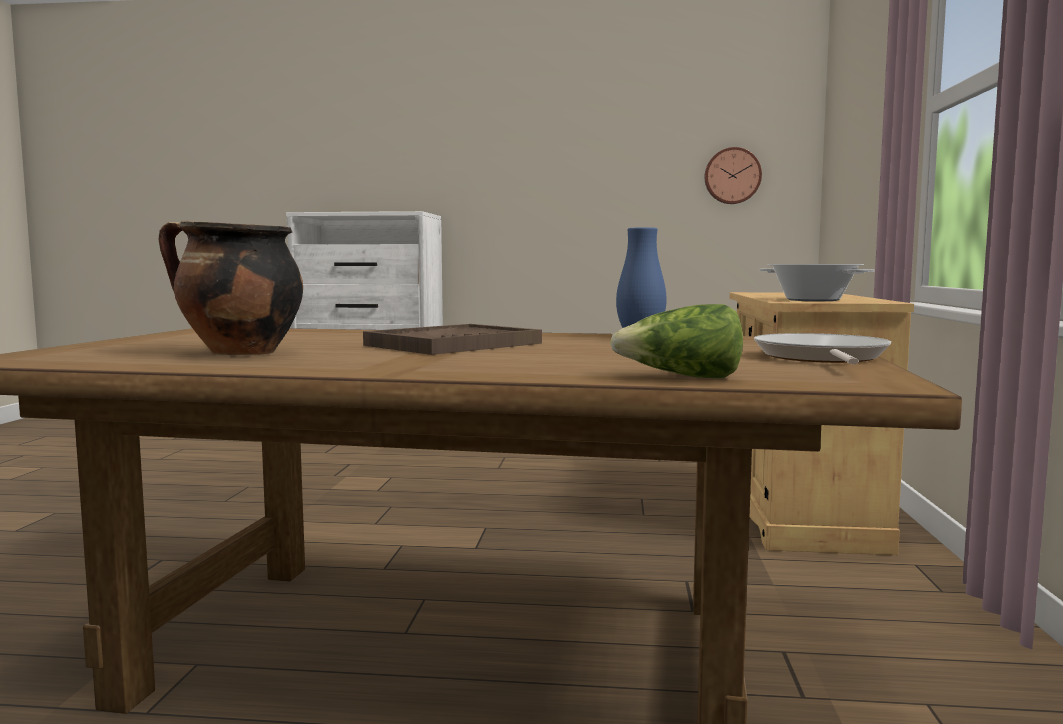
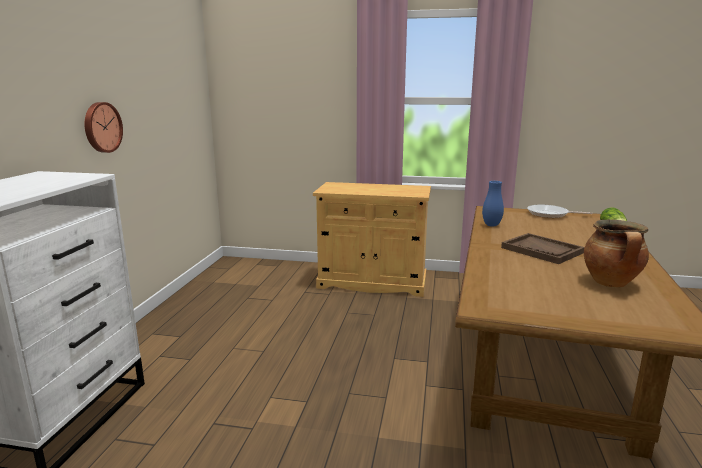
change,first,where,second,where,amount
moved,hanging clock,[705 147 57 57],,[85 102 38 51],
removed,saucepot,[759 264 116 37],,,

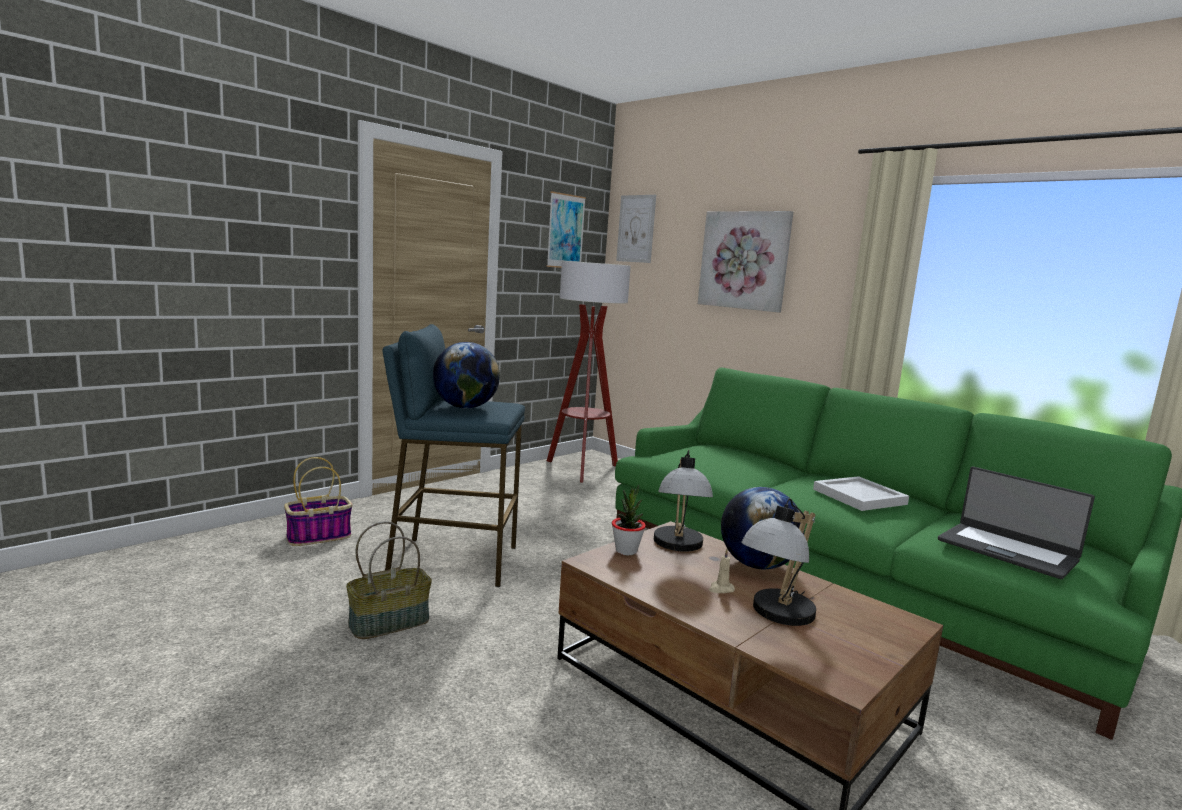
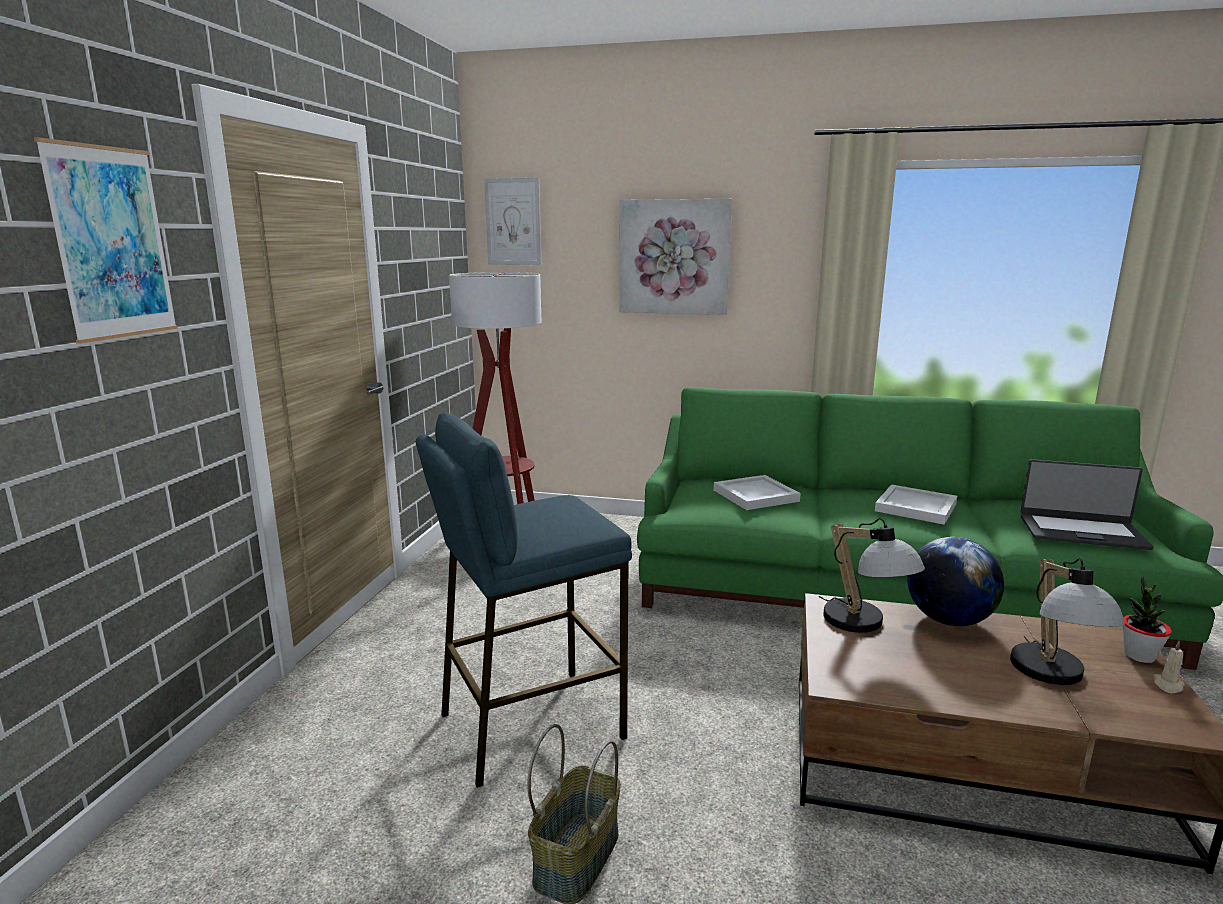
change,first,where,second,where,amount
moved,wall picture,[547 191 39 77],,[34 137 144 207],
added,,,white-coloured serving tray,[714 475 87 35],
moved,houseplant,[612 485 34 70],,[1123 576 49 87],
moved,beige wax candle,[709 549 26 44],,[1154 641 31 52],
removed,storage basket,[284 457 68 89],,,
removed,world globe,[433 342 67 67],,,

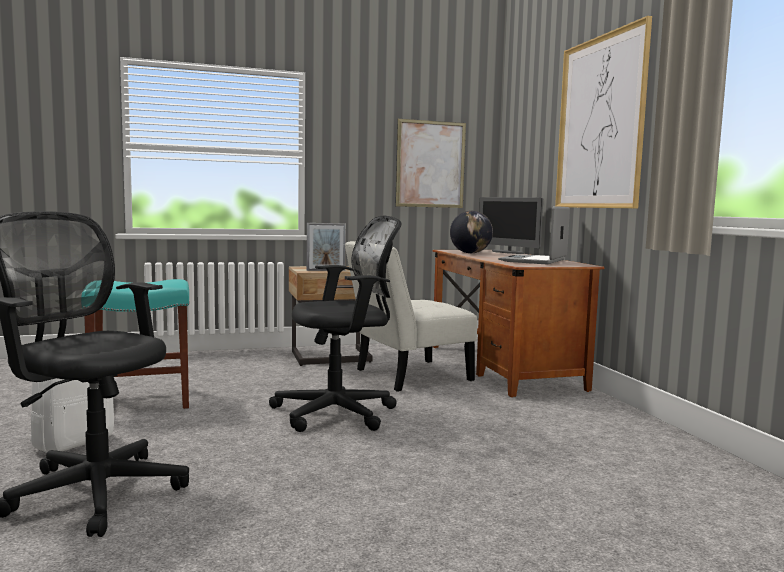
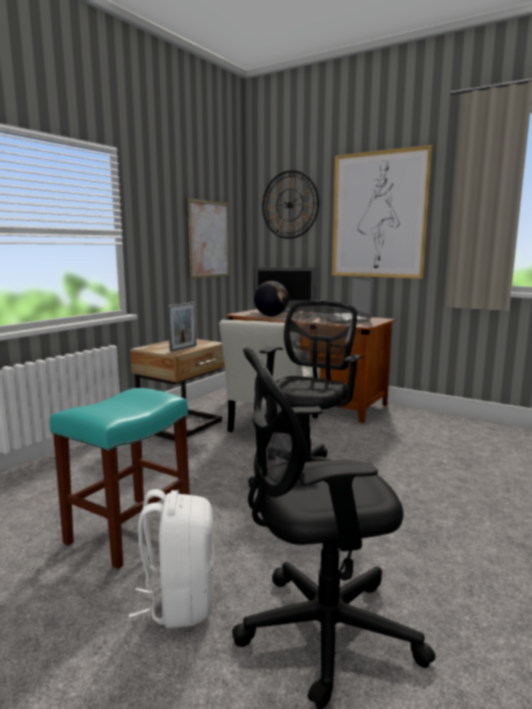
change,first,where,second,where,amount
added,,,hanging clock,[262 170 57 69],

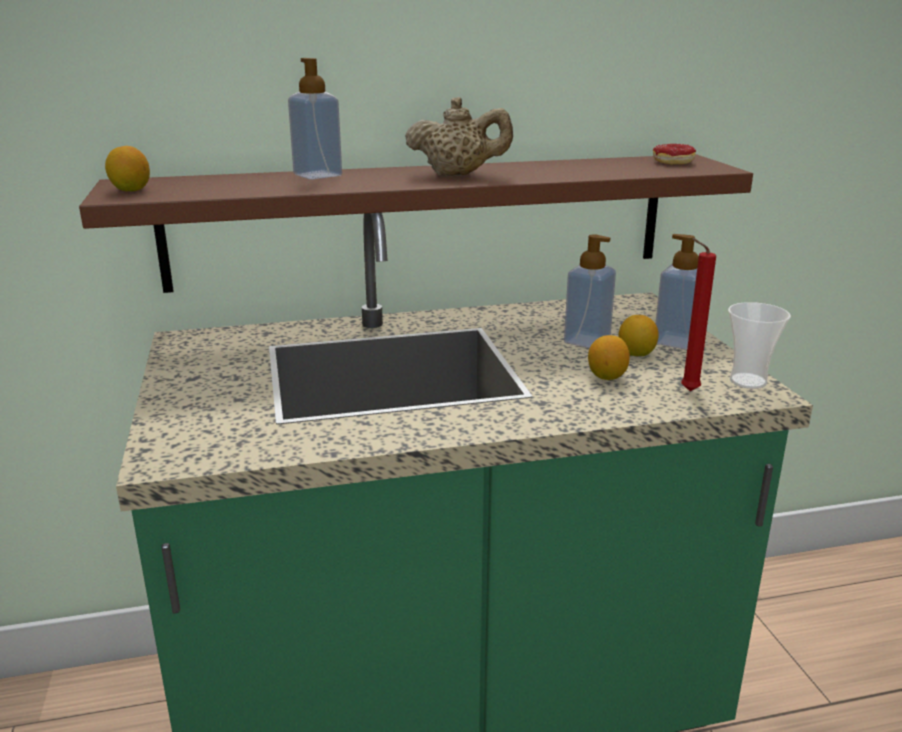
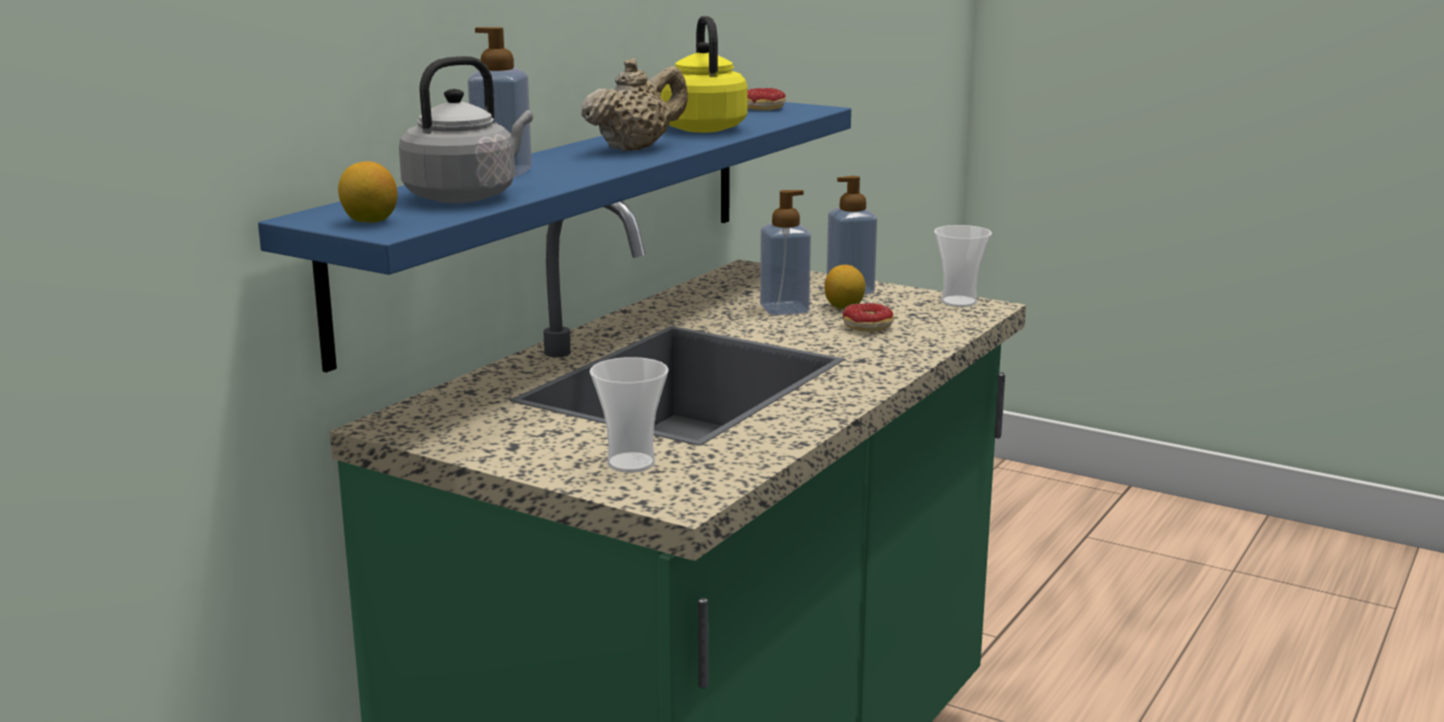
change,first,where,second,where,amount
recoloured,brown bracket shelf,[79 154 674 139],blue bracket shelf,[258 102 593 271],
added,,,greyish tea kettle,[399 56 134 147],
added,,,drinking cup,[590 357 79 116],
added,,,yellow-coloured tea kettle,[661 16 87 117],
replaced,citrus fruit,[588 335 42 45],donut,[843 303 51 29],
removed,red-coloured wax candle,[681 238 35 153],,,

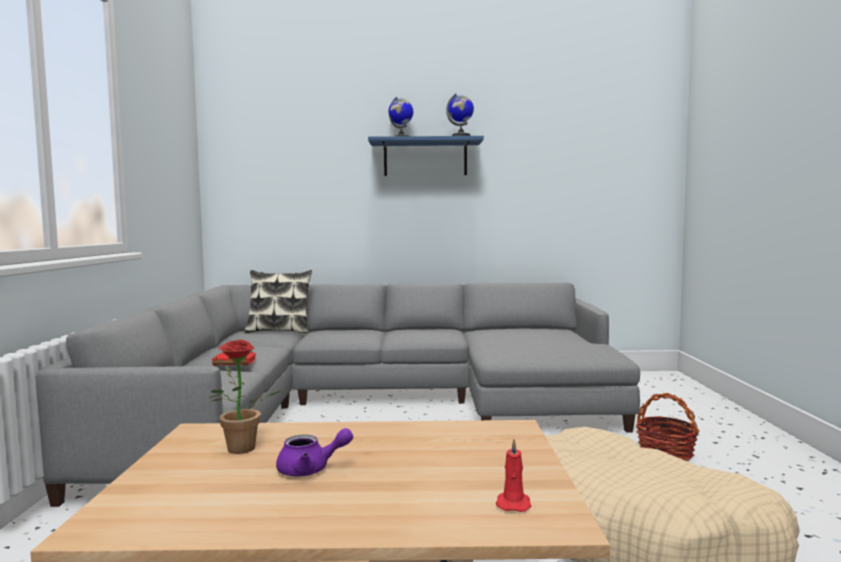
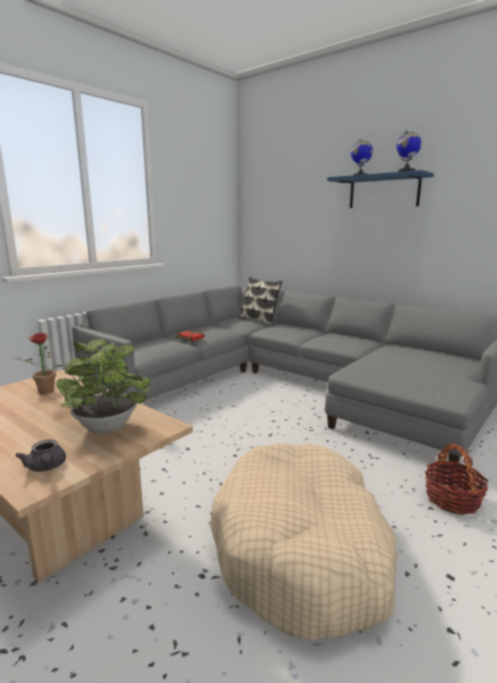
change,first,where,second,where,amount
replaced,red-coloured wax candle,[496 439 35 73],greyish pot for tea,[16 440 50 32],
added,,,houseplant,[56 339 95 95],
removed,purplish pot for tea,[276 428 77 48],,,

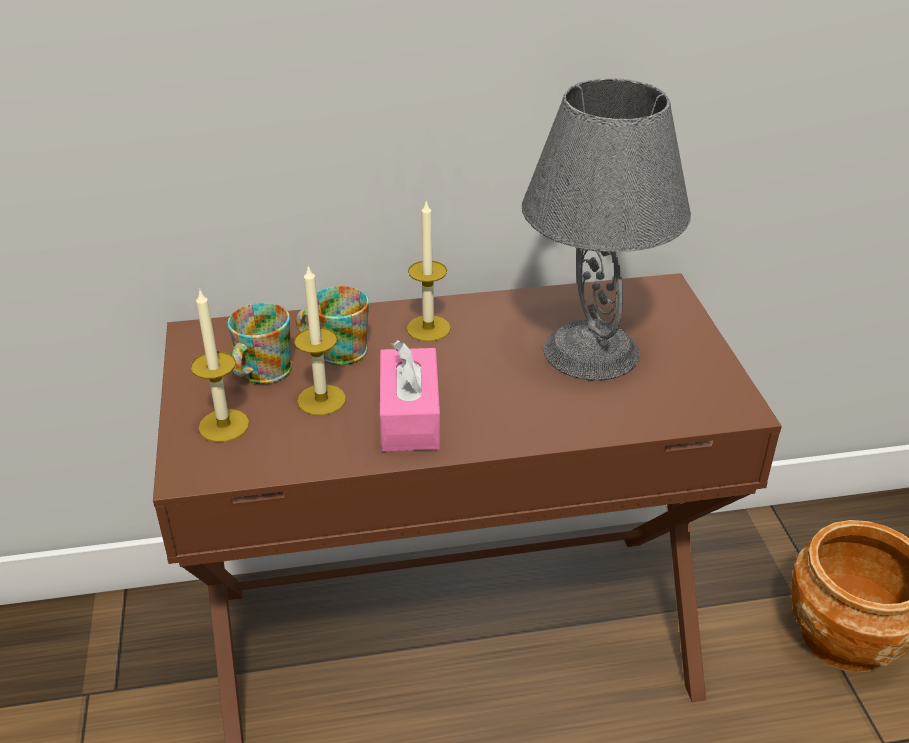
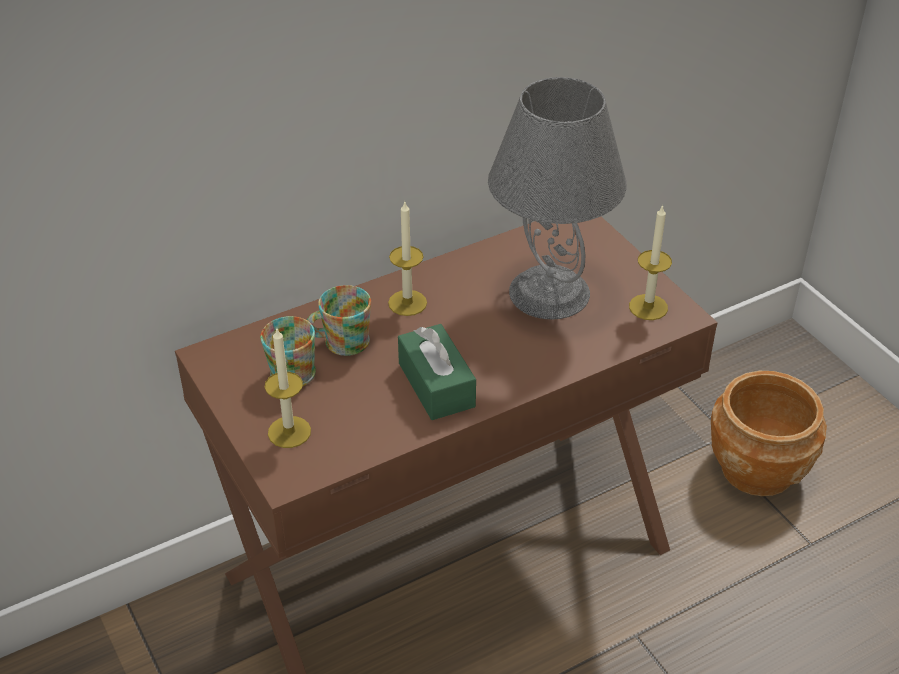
change,first,where,second,where,amount
recoloured,pink-coloured box of tissues,[380 340 60 111],green box of tissues,[398 324 78 96],
moved,wax candle,[294 265 52 151],,[629 204 43 116],

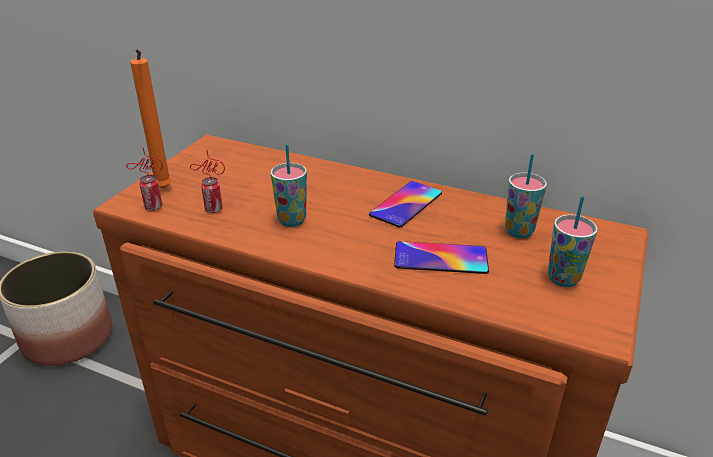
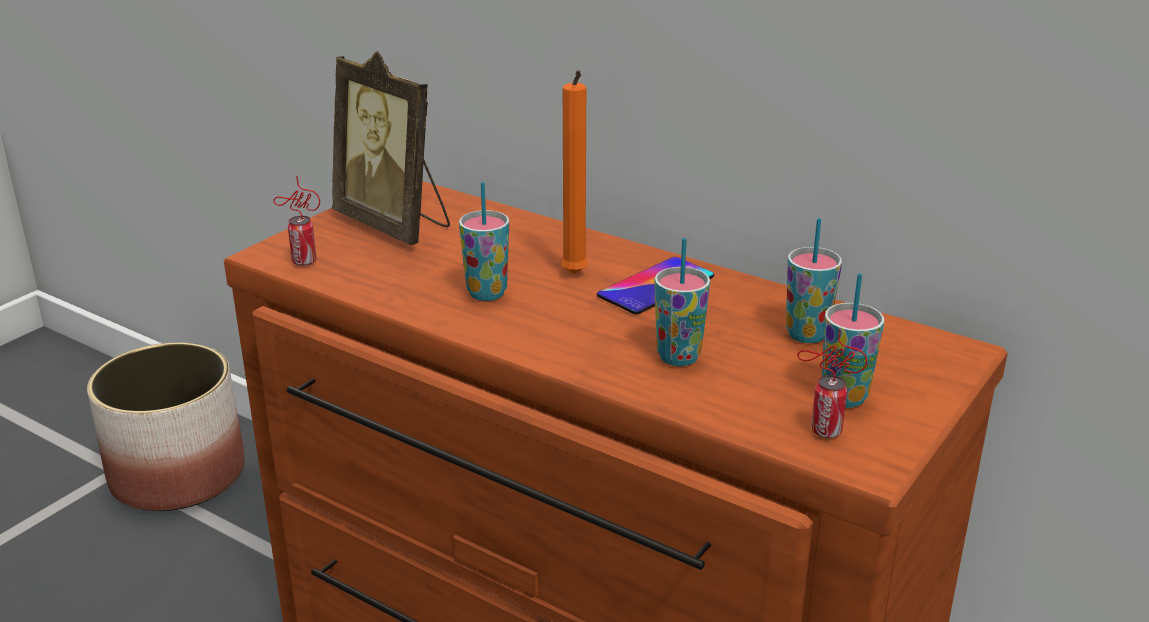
change,first,where,second,where,amount
added,,,picture frame,[332 51 118 194],
moved,orange wax candle,[130 49 42 140],,[561 70 27 204],
replaced,phone,[394 241 95 33],drinking cup,[655 238 55 128],
moved,can,[190 150 35 63],,[797 329 71 109],

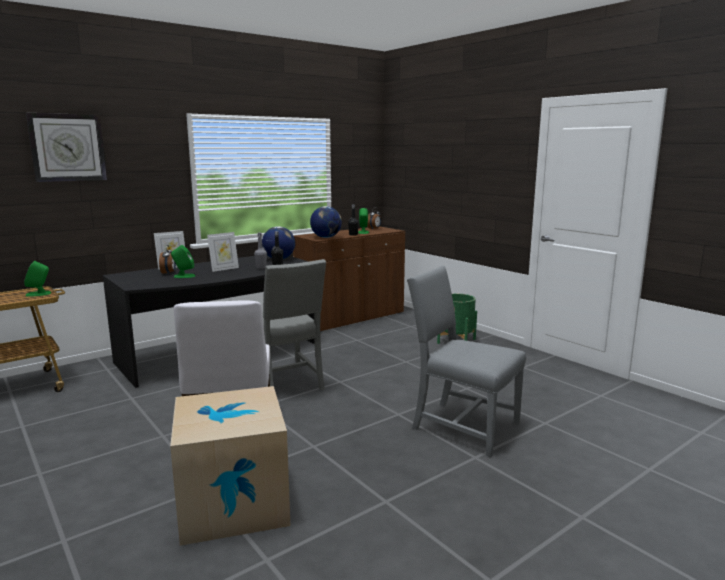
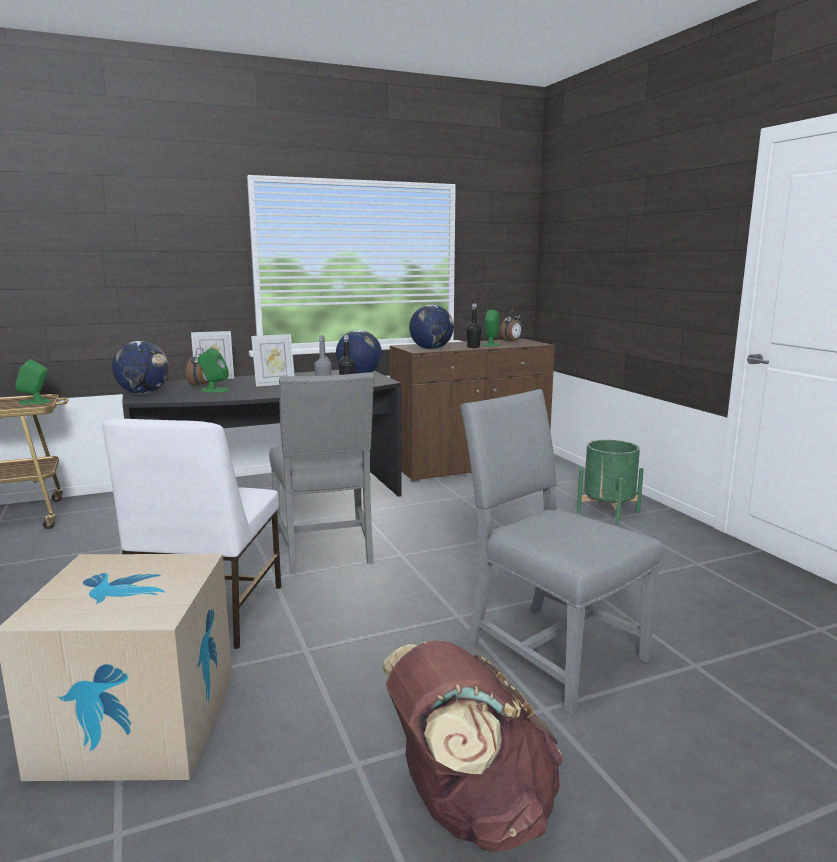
change,first,where,second,where,amount
added,,,world globe,[112 341 57 53],
added,,,brown knapsack,[382 640 182 212],
removed,hanging clock,[26 113 81 69],,,

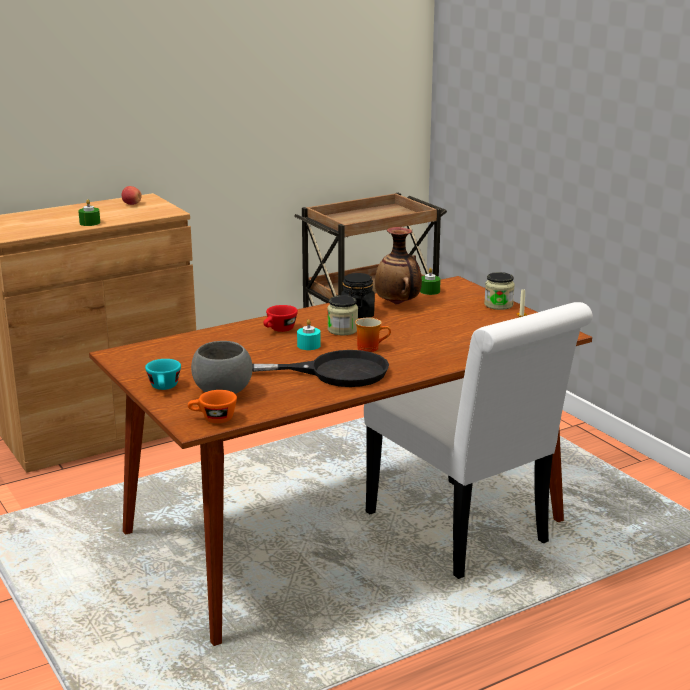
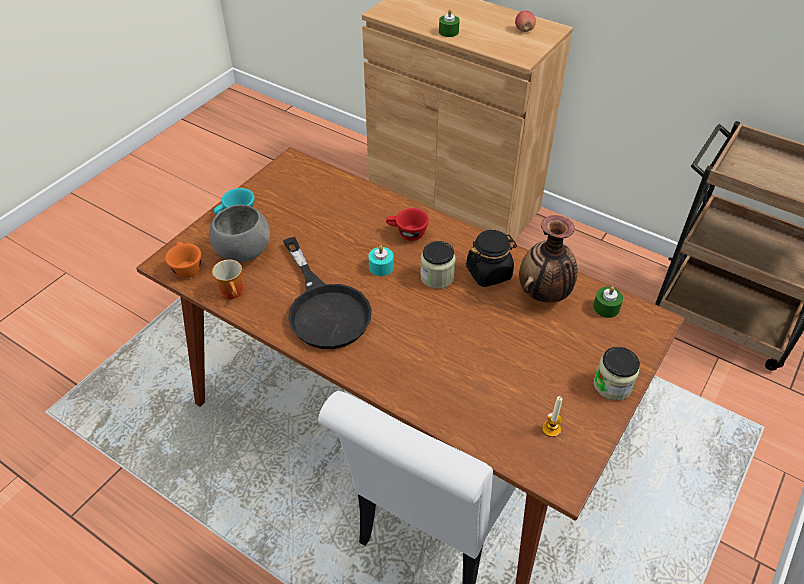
change,first,where,second,where,amount
moved,tea mug,[355 318 36 34],,[212 260 31 39],

